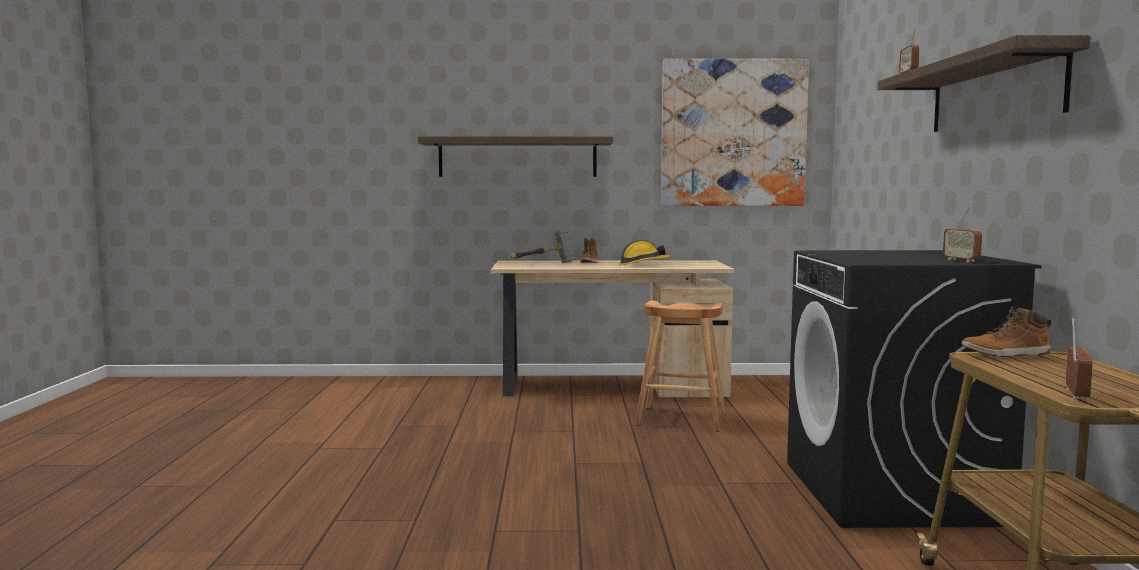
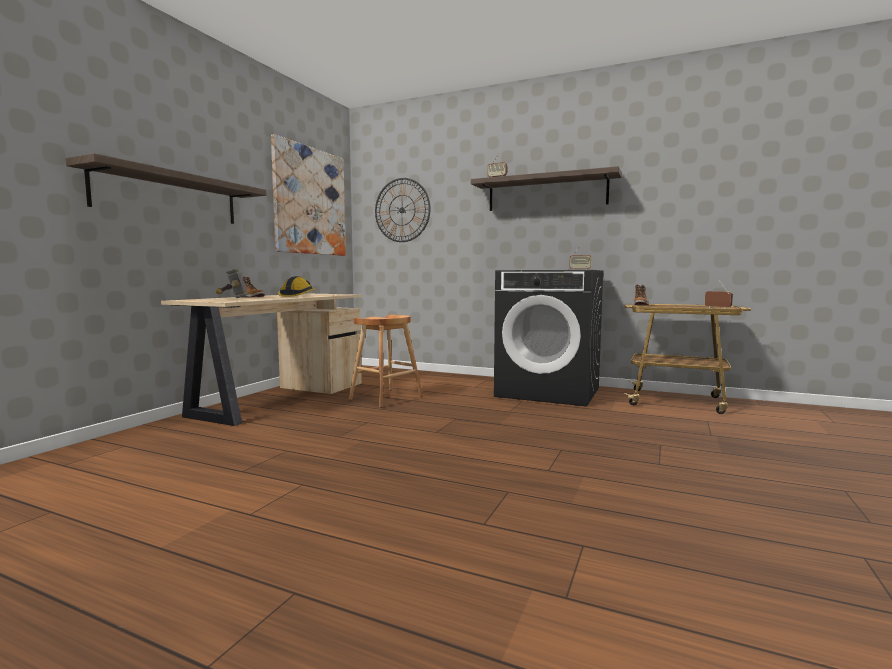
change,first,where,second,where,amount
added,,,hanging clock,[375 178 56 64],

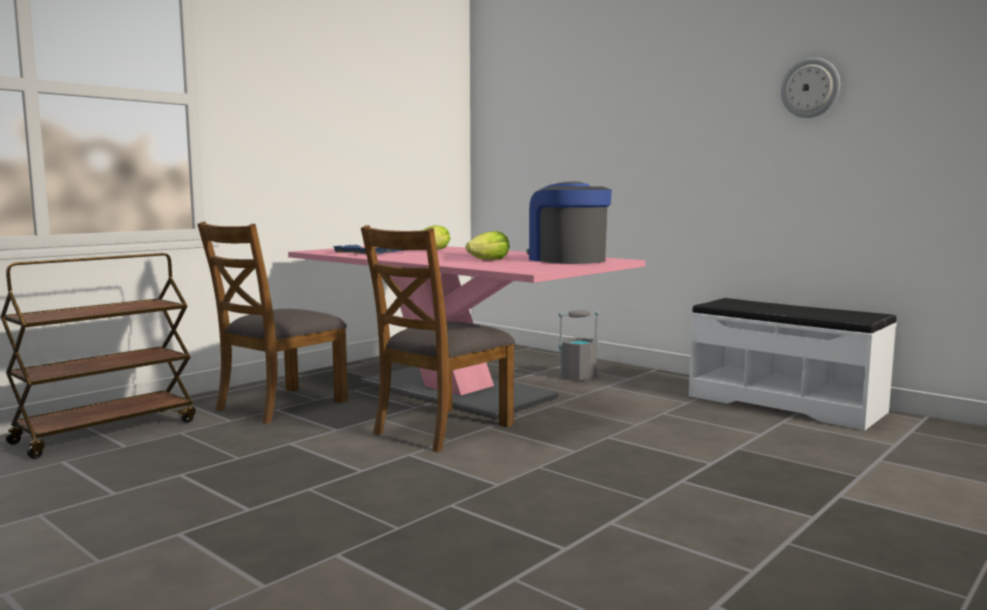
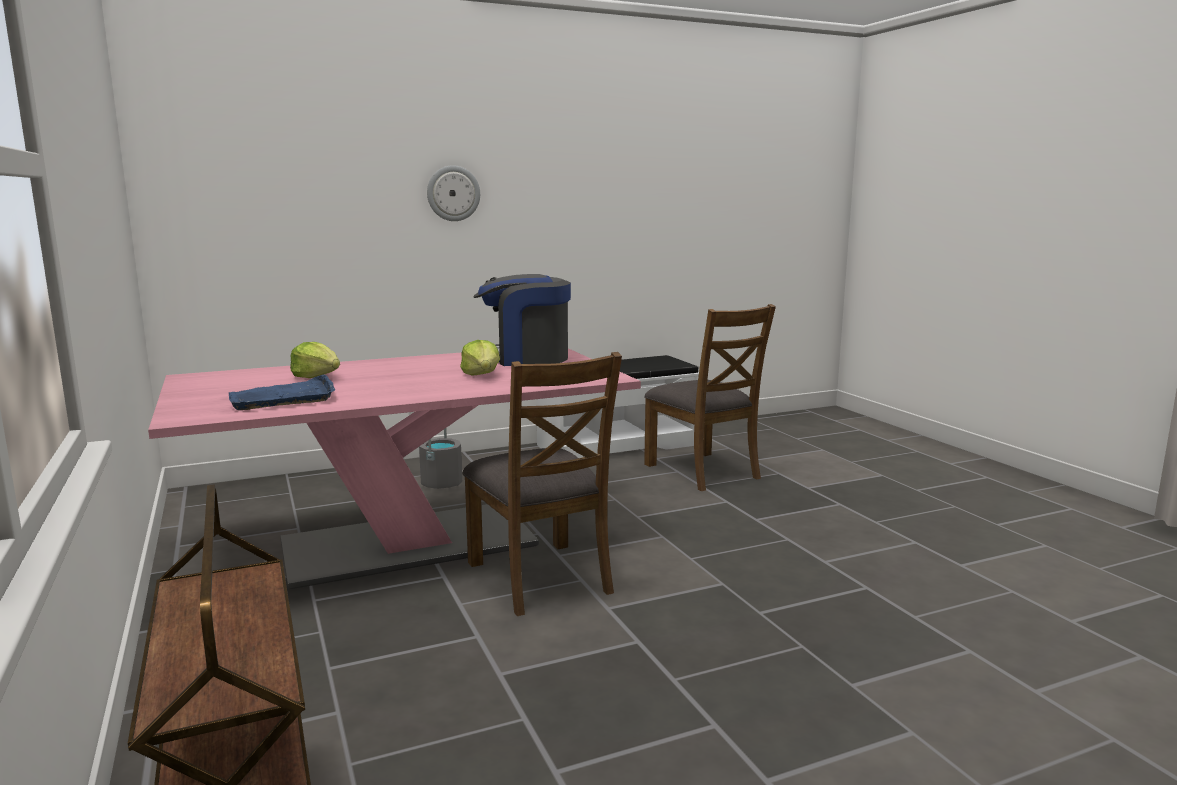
change,first,where,second,where,amount
moved,hanging clock,[781 58 59 60],,[427 165 53 56],
moved,brown upright chair,[197 222 151 202],,[644 304 132 187],

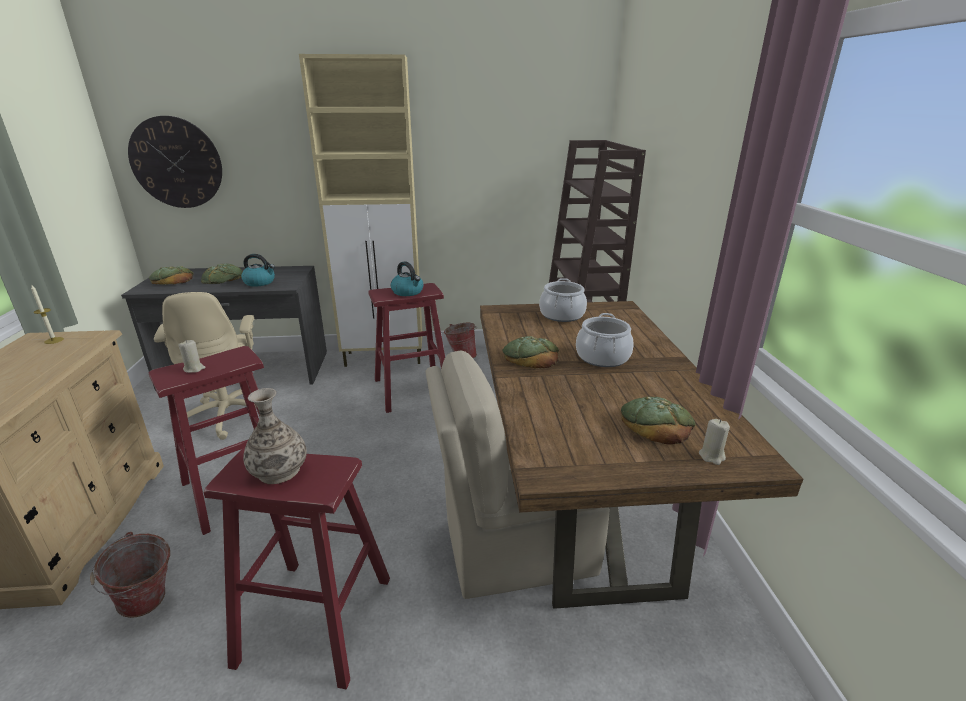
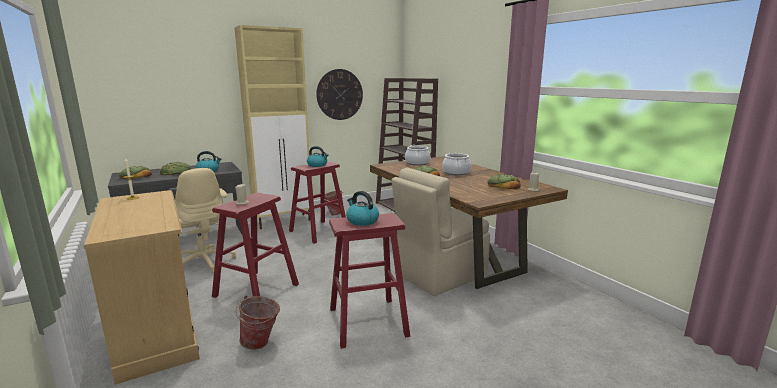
change,first,where,second,where,amount
moved,hanging clock,[128 116 94 92],,[316 69 47 51],
replaced,flower vase,[243 388 64 96],tea kettle,[346 191 33 35],

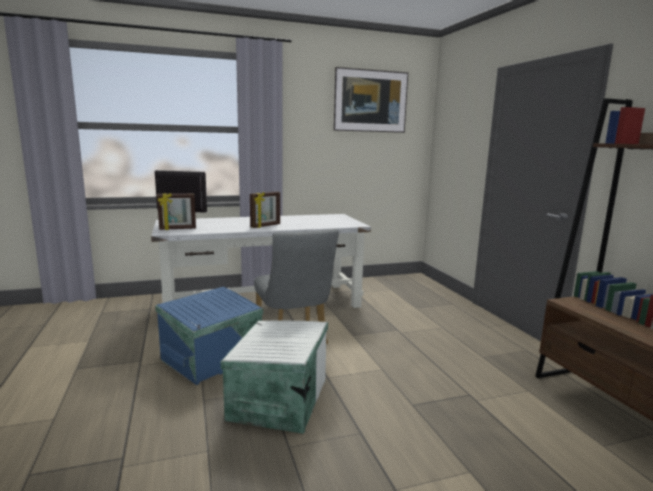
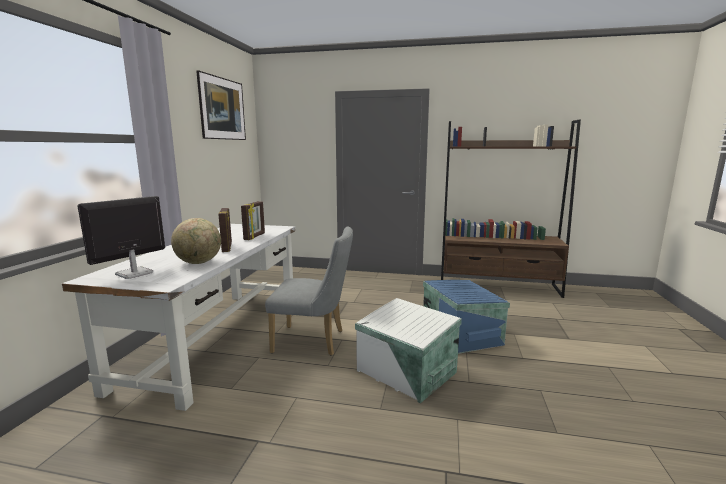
change,first,where,second,where,amount
added,,,world globe,[171 218 50 46],
moved,picture frame,[157 193 39 37],,[241 201 24 39],
moved,blue storage container,[155 287 108 98],,[423 280 87 74],

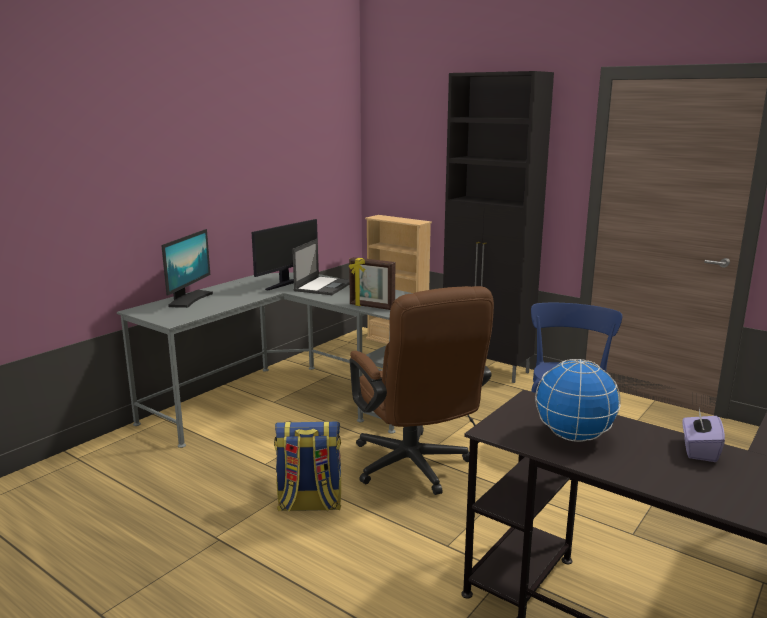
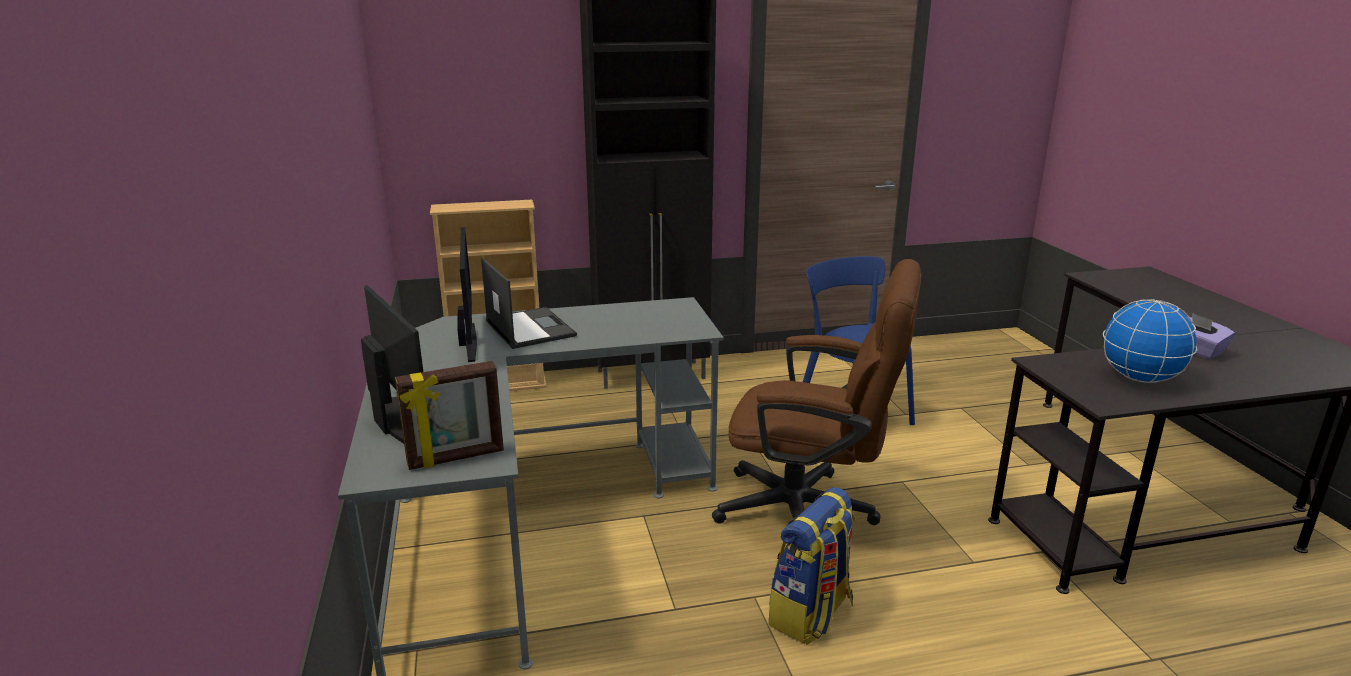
change,first,where,second,where,amount
moved,picture frame,[349 257 46 53],,[395 361 109 109],

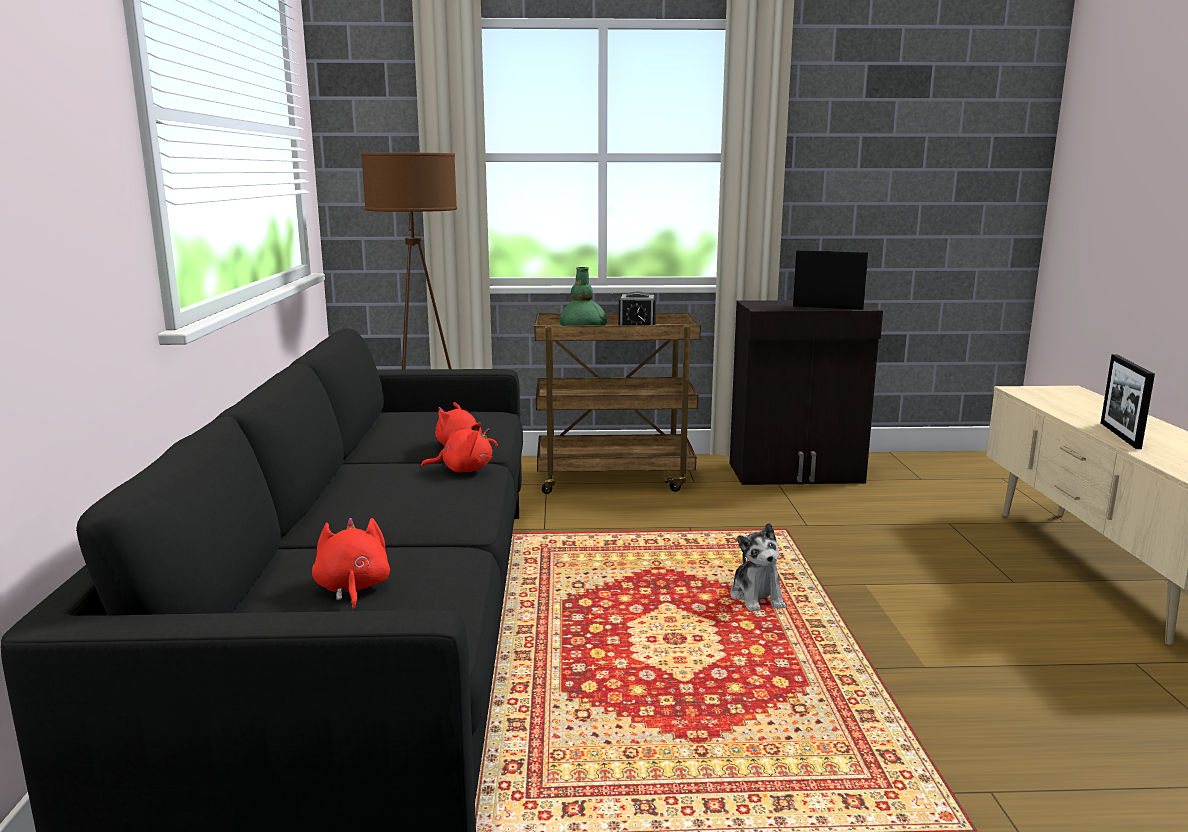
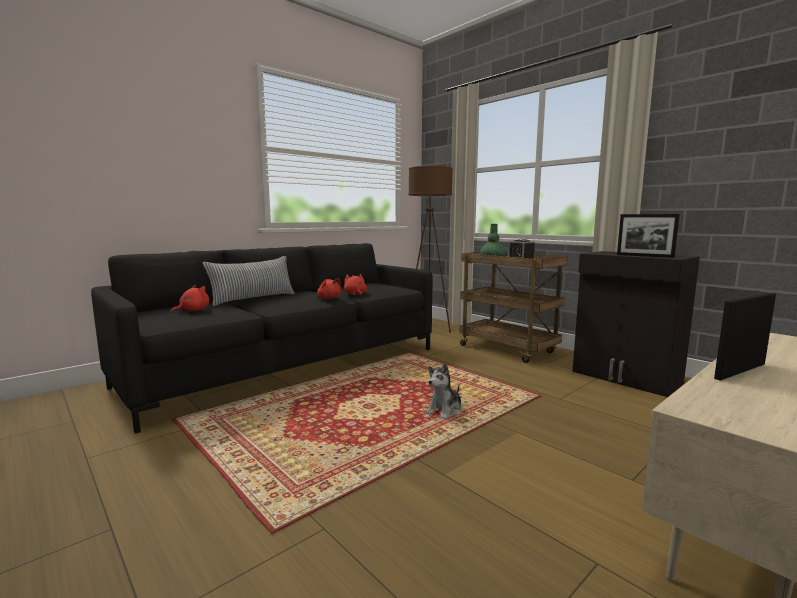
change,first,where,second,where,amount
added,,,pillow,[203 256 92 50],
turned,picture frame,[793 250 75 60],,[617 214 63 44],150 degrees clockwise

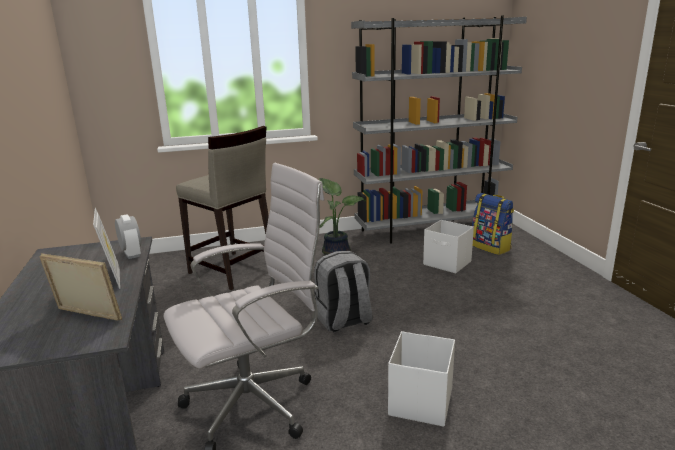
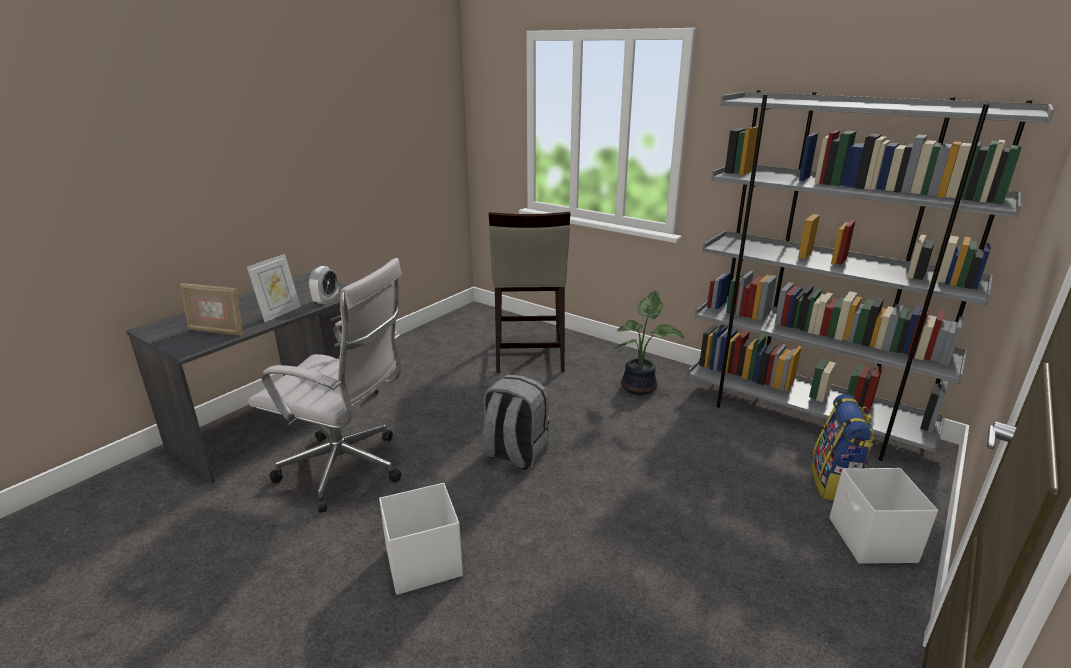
change,first,where,second,where,amount
turned,picture frame,[39 253 83 68],,[180 283 63 53],120 degrees clockwise
moved,white-coloured storage container,[423 220 51 53],,[829 468 109 96],

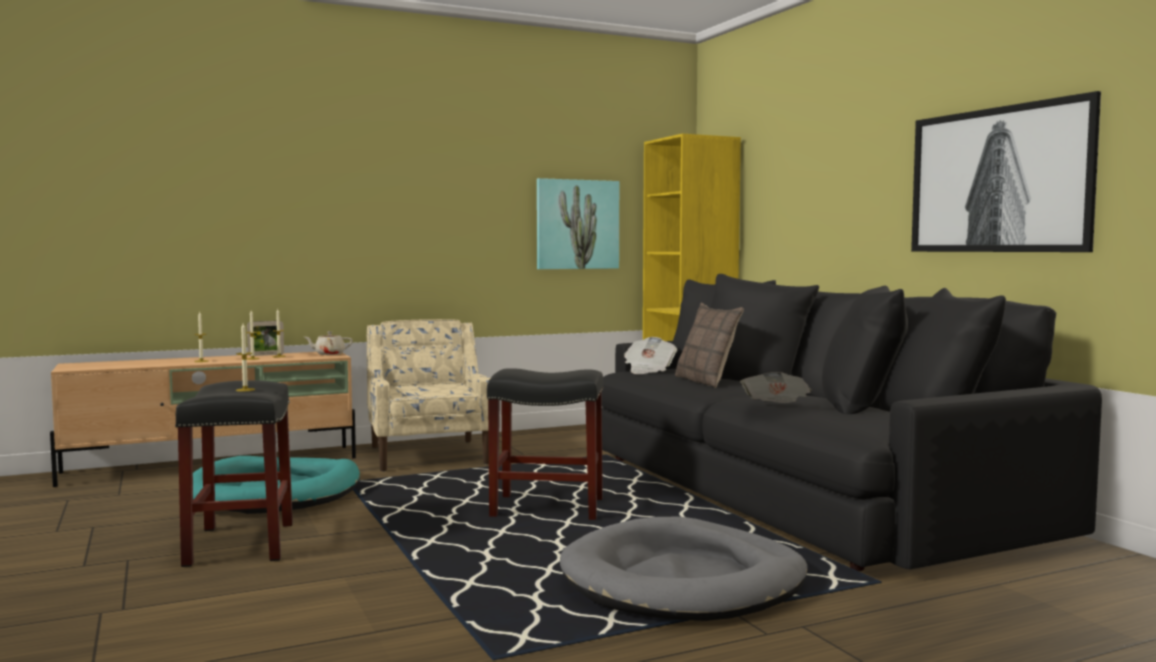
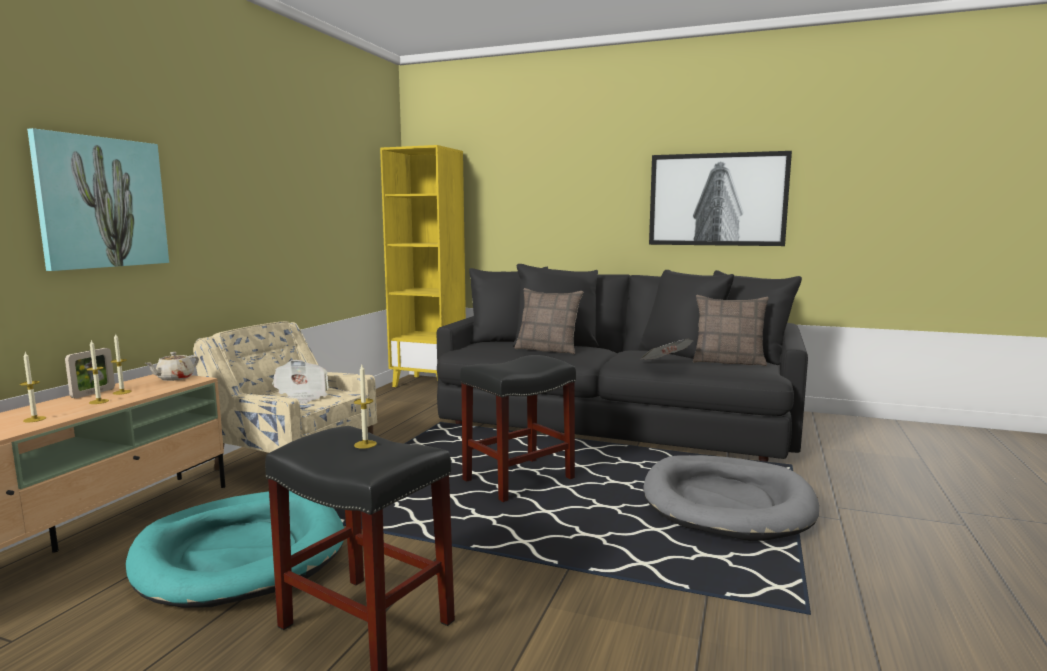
change,first,where,second,where,amount
moved,wall picture,[537 178 82 91],,[27 128 142 143],
moved,daily paper,[624 337 53 37],,[272 360 57 44],
added,,,pillow,[693 295 76 71],

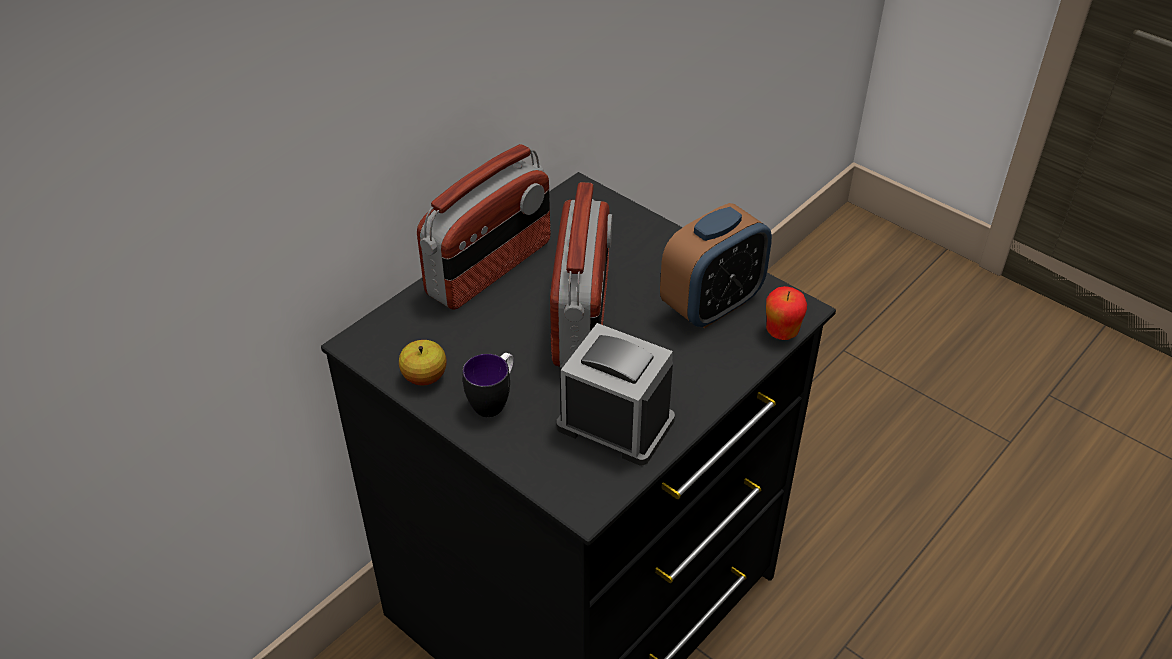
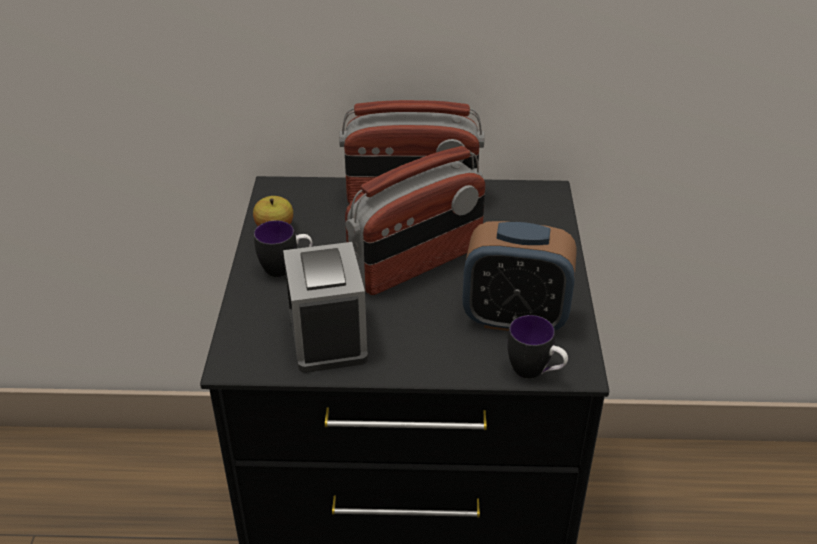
change,first,where,second,where,amount
replaced,apple fruit,[766 286 41 54],tea mug,[507 315 61 64],

